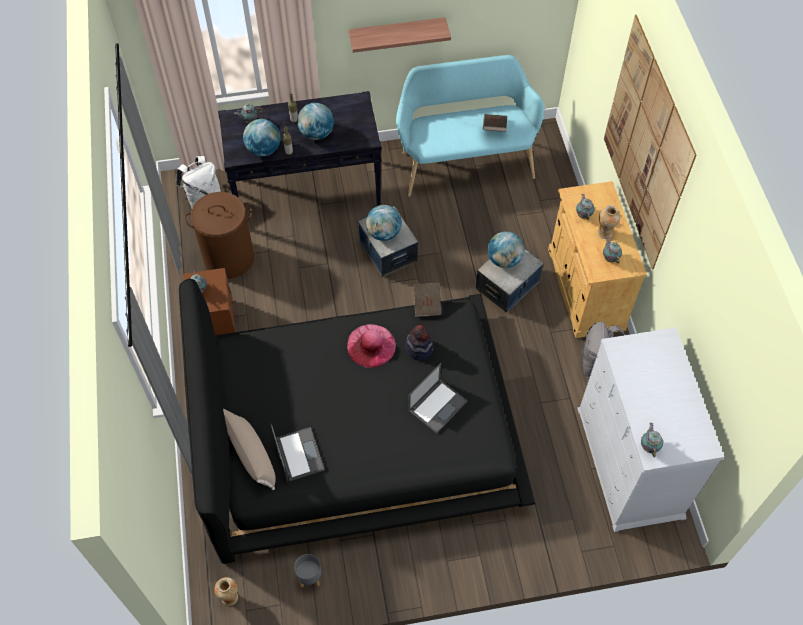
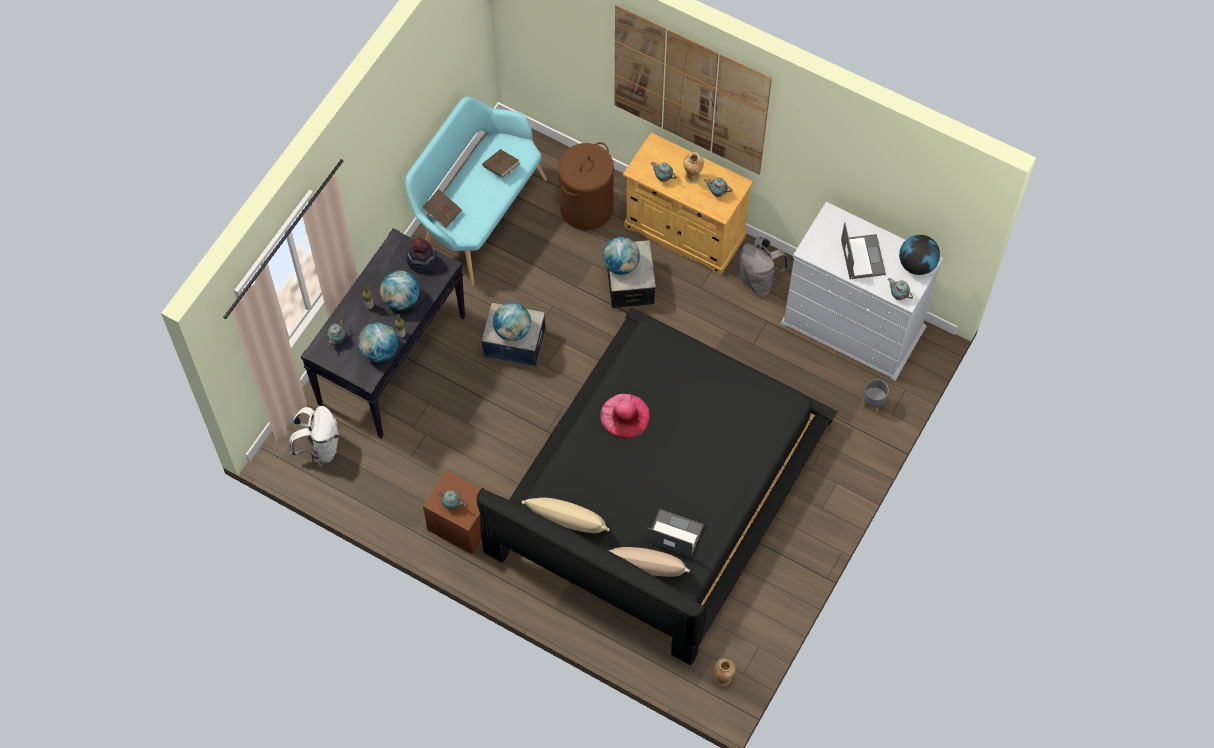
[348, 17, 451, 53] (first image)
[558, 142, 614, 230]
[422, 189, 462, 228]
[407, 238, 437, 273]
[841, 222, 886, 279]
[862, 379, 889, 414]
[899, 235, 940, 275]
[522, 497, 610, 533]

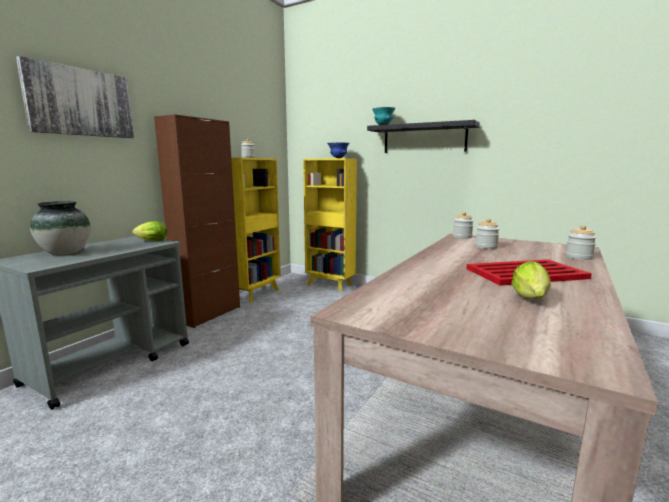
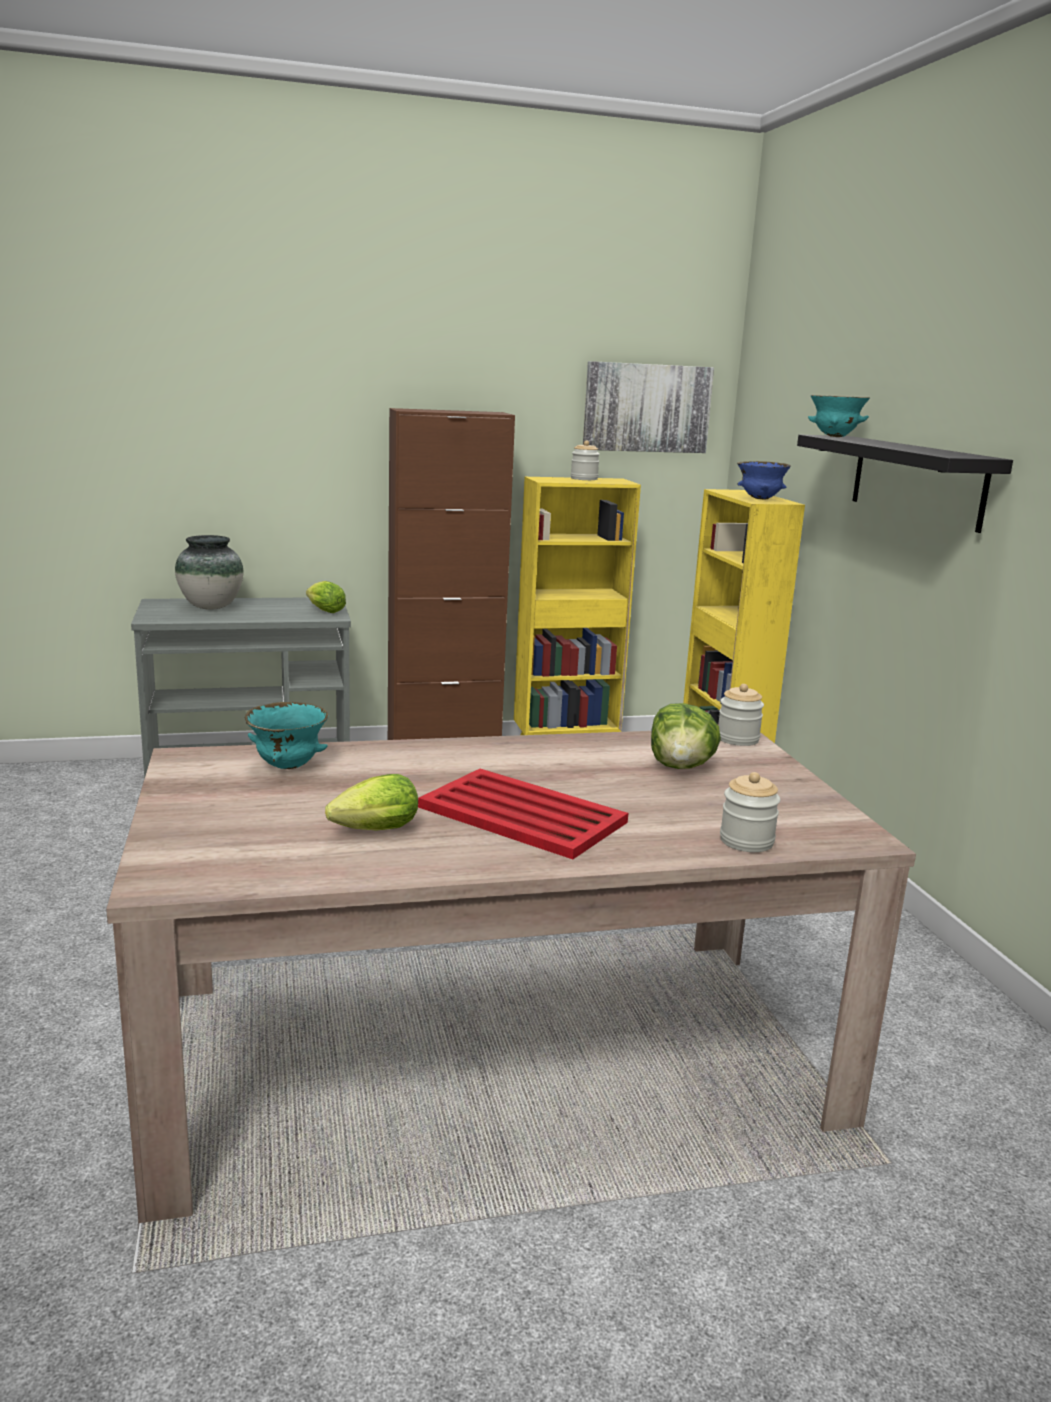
[583, 361, 714, 453]
[651, 703, 721, 769]
[245, 702, 328, 769]

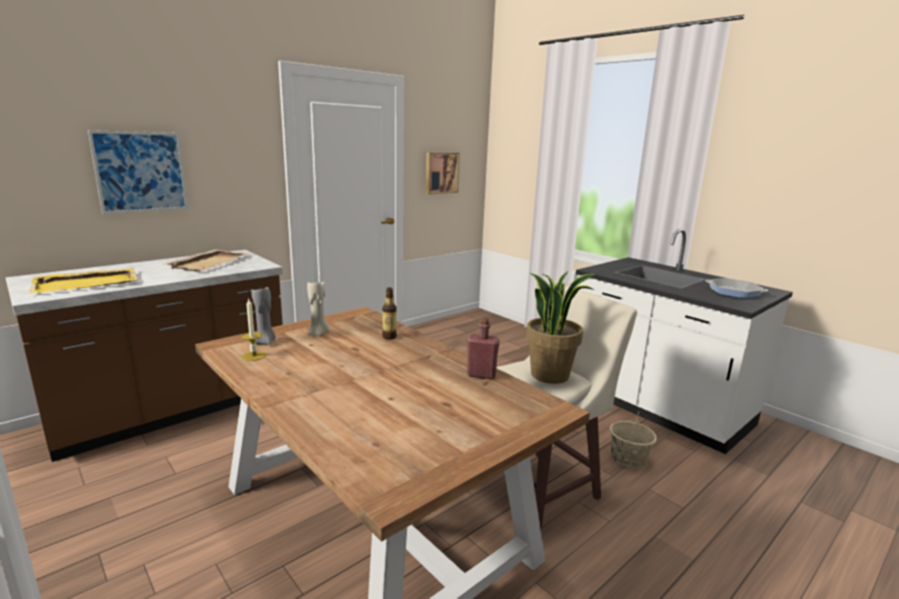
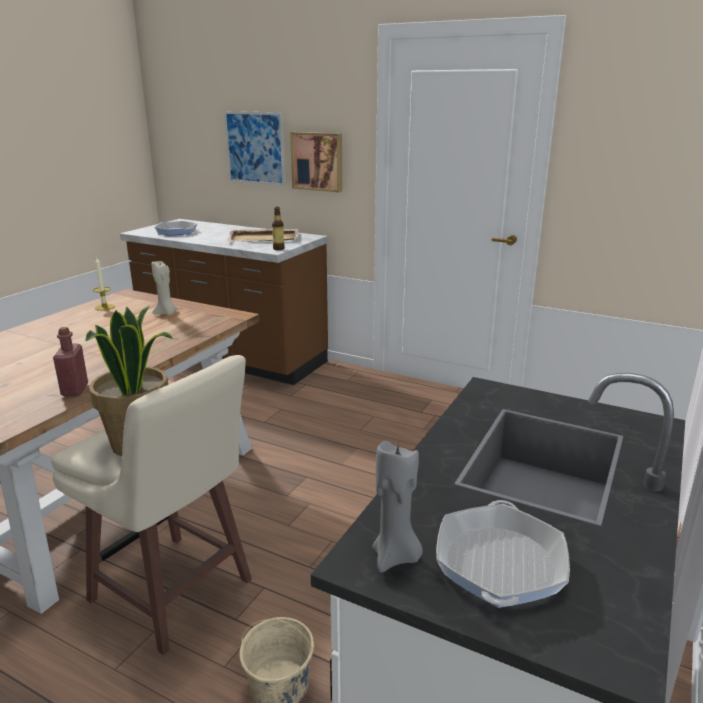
[290, 132, 342, 192]
[154, 221, 197, 236]
[373, 441, 423, 573]
[272, 207, 285, 250]

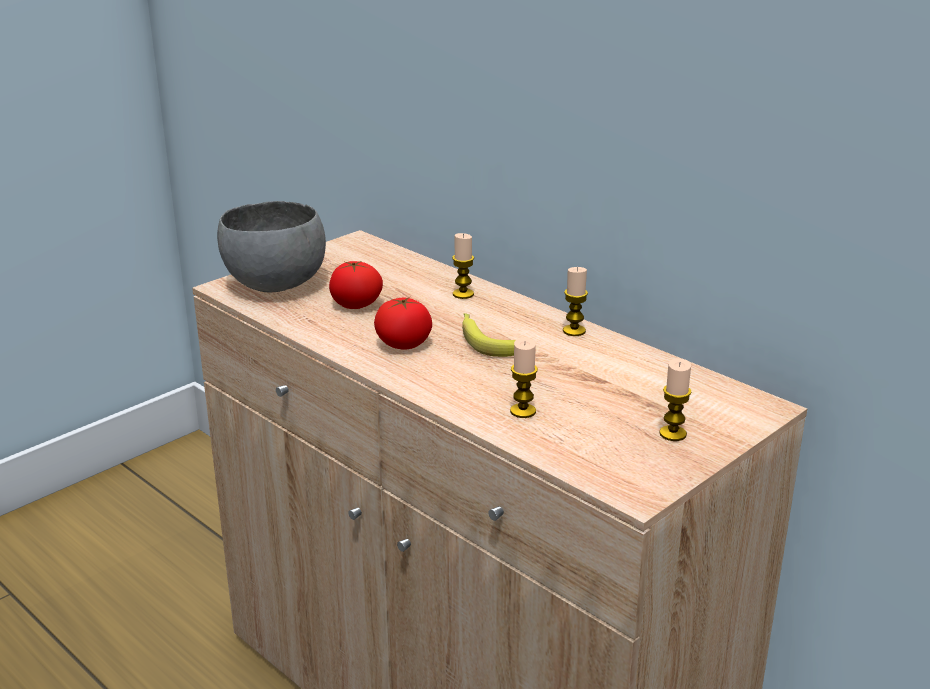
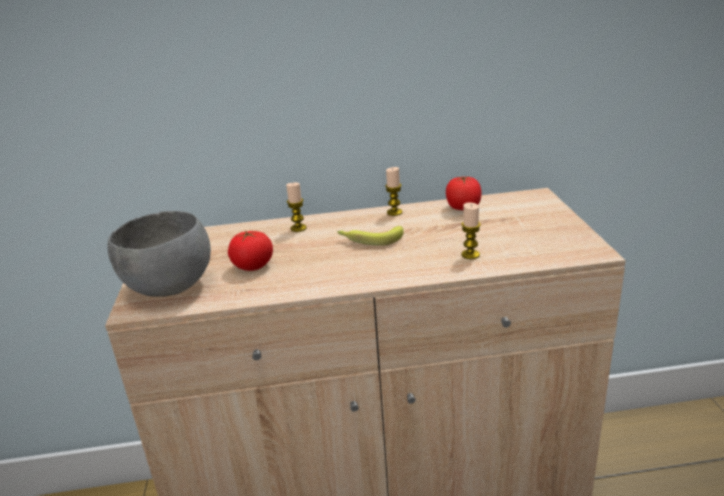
[446, 176, 481, 210]
[659, 358, 691, 441] (first image)

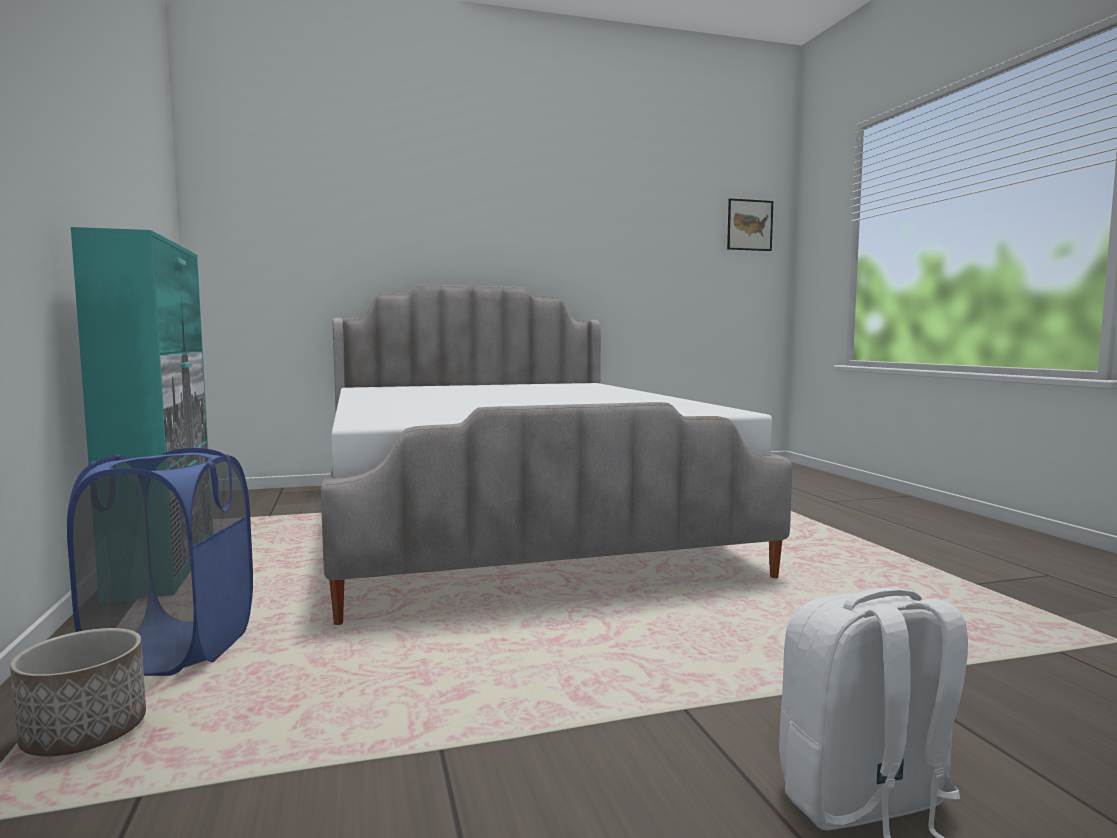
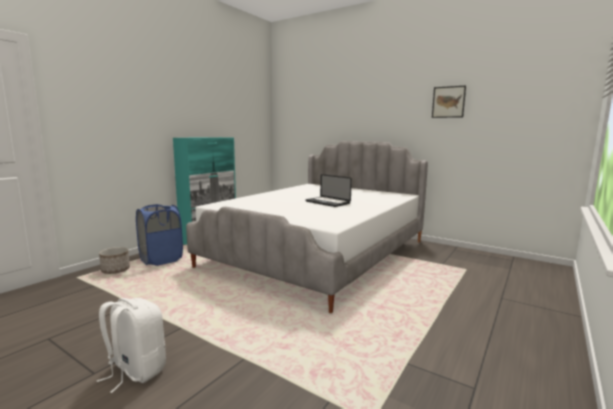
[432, 85, 466, 118]
[306, 174, 352, 207]

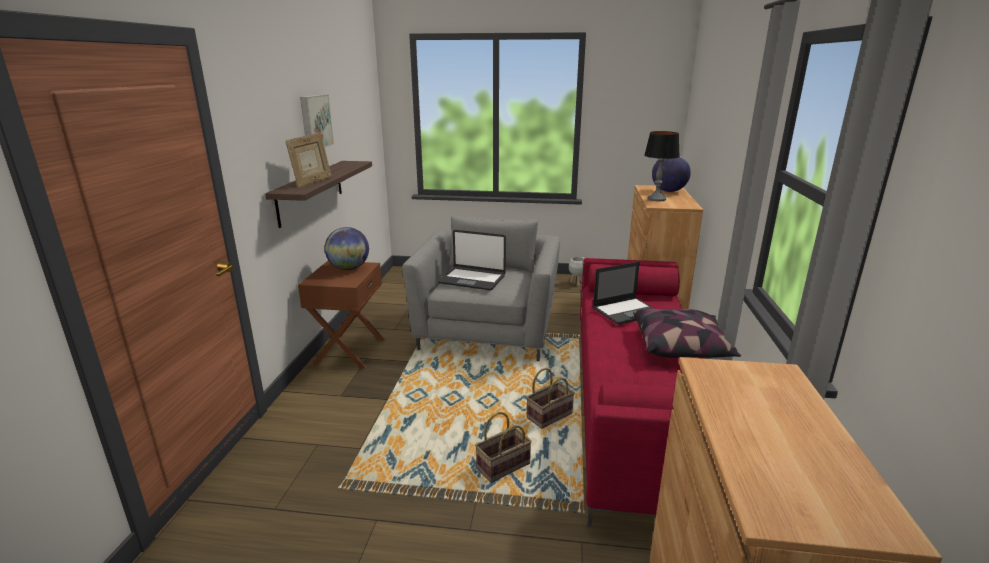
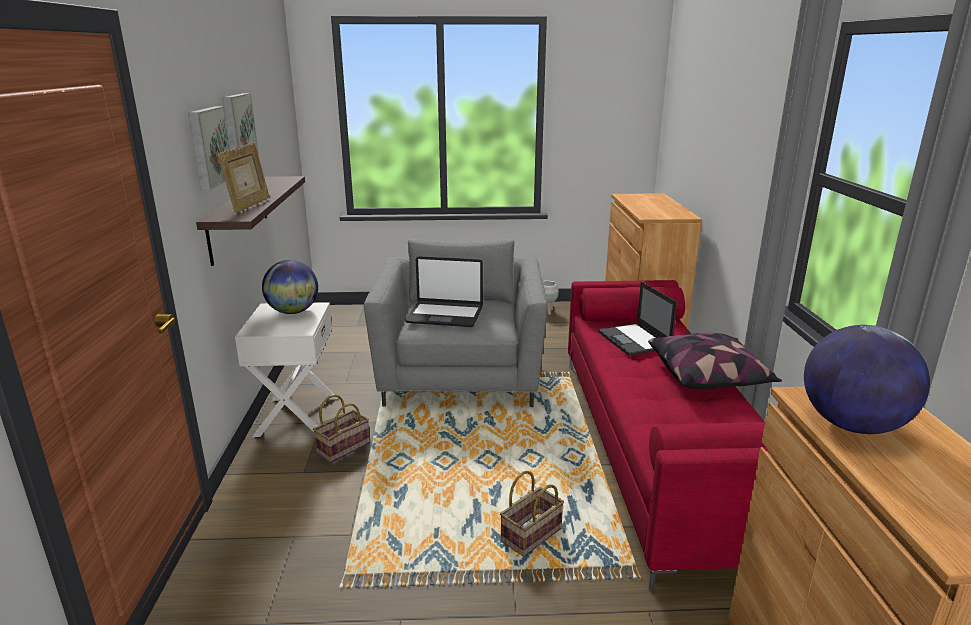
[644, 131, 680, 201] (first image)
[804, 325, 930, 434]
[235, 302, 338, 437]
[598, 281, 677, 356]
[313, 394, 370, 463]
[188, 106, 230, 190]

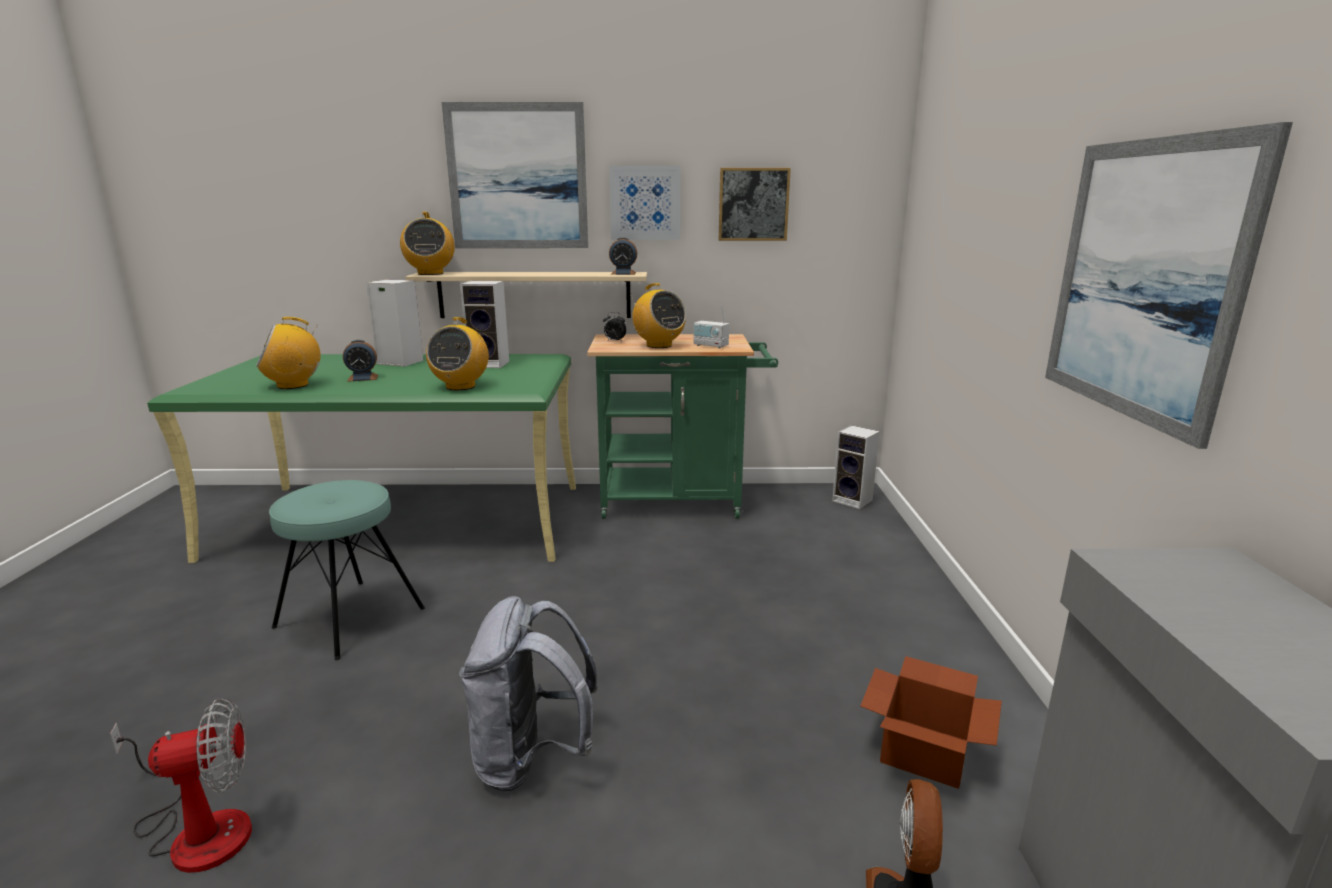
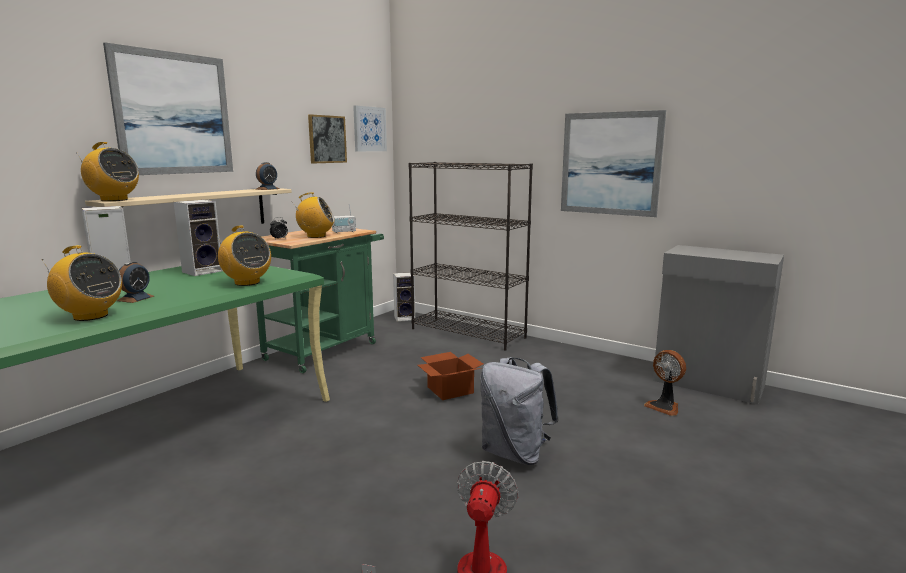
[353, 106, 387, 151]
[42, 245, 122, 321]
[269, 480, 425, 660] (first image)
[418, 352, 483, 400]
[409, 162, 533, 350]

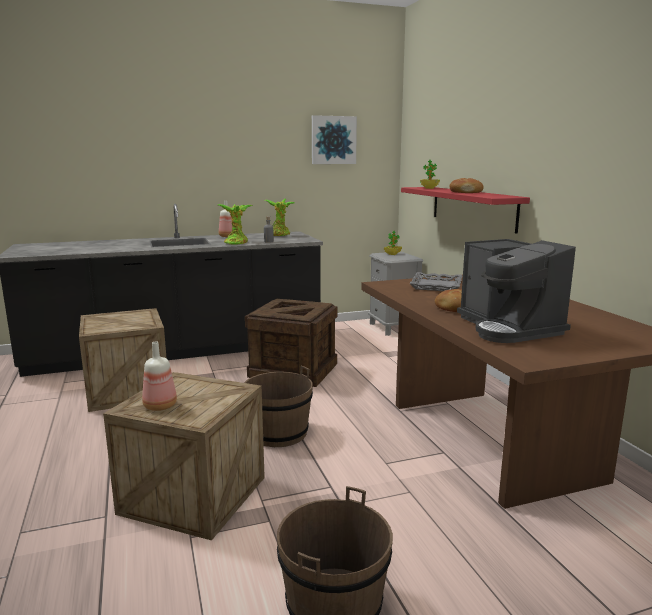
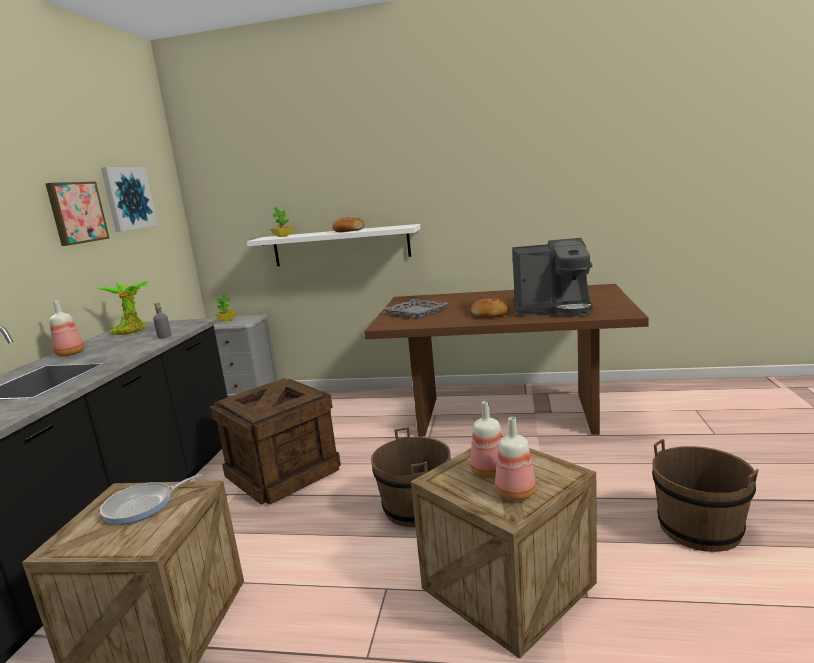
[247, 224, 421, 266]
[218, 204, 252, 245] (first image)
[45, 181, 109, 246]
[470, 401, 502, 478]
[100, 474, 202, 524]

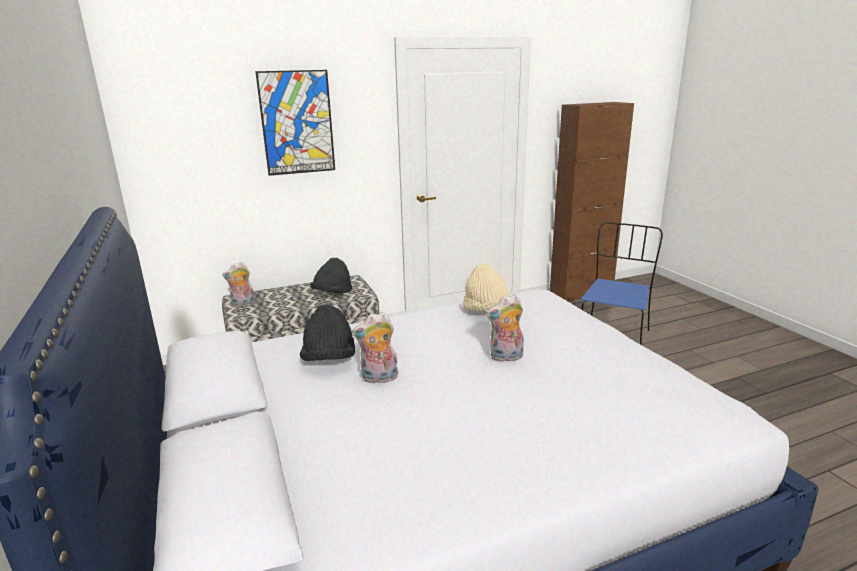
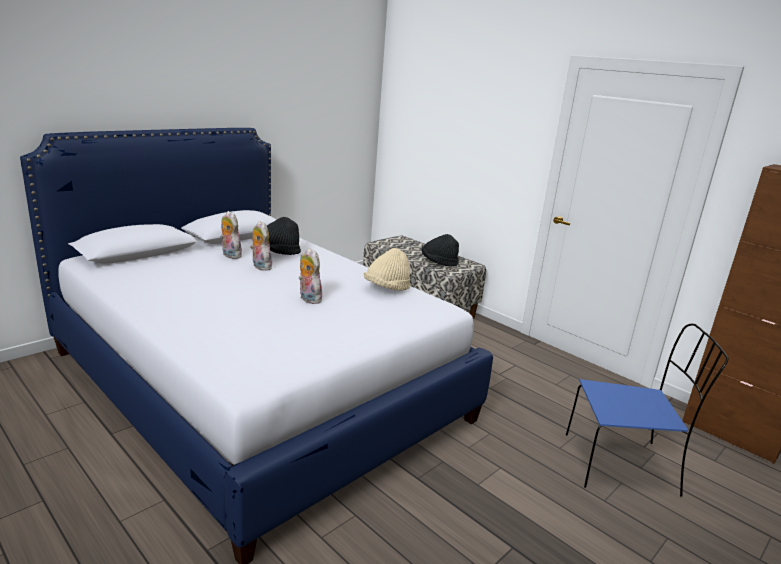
[255, 70, 335, 176] (first image)
[220, 211, 242, 259]

